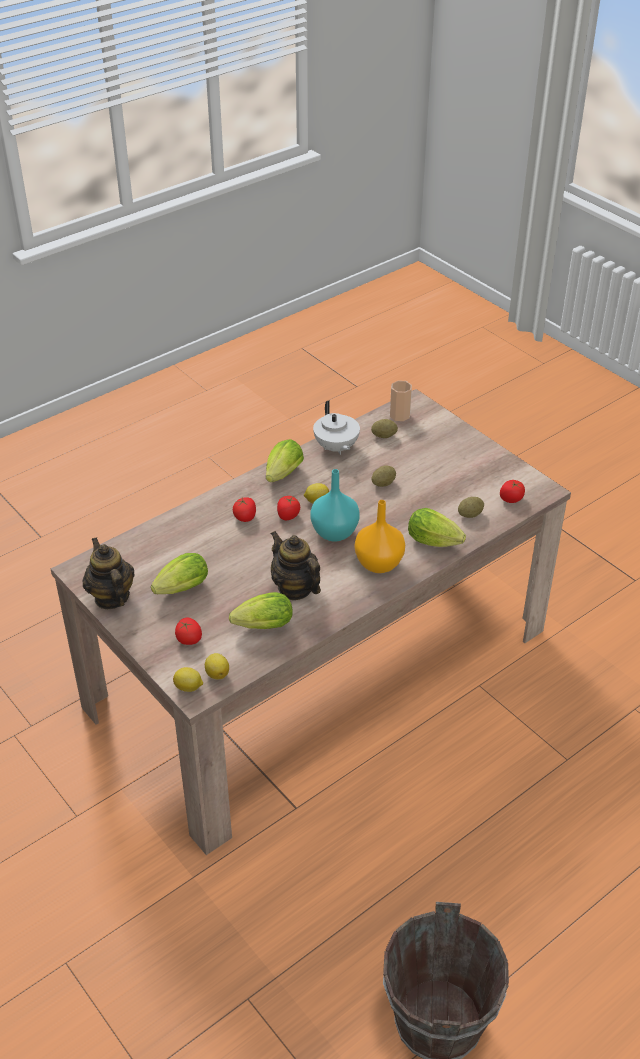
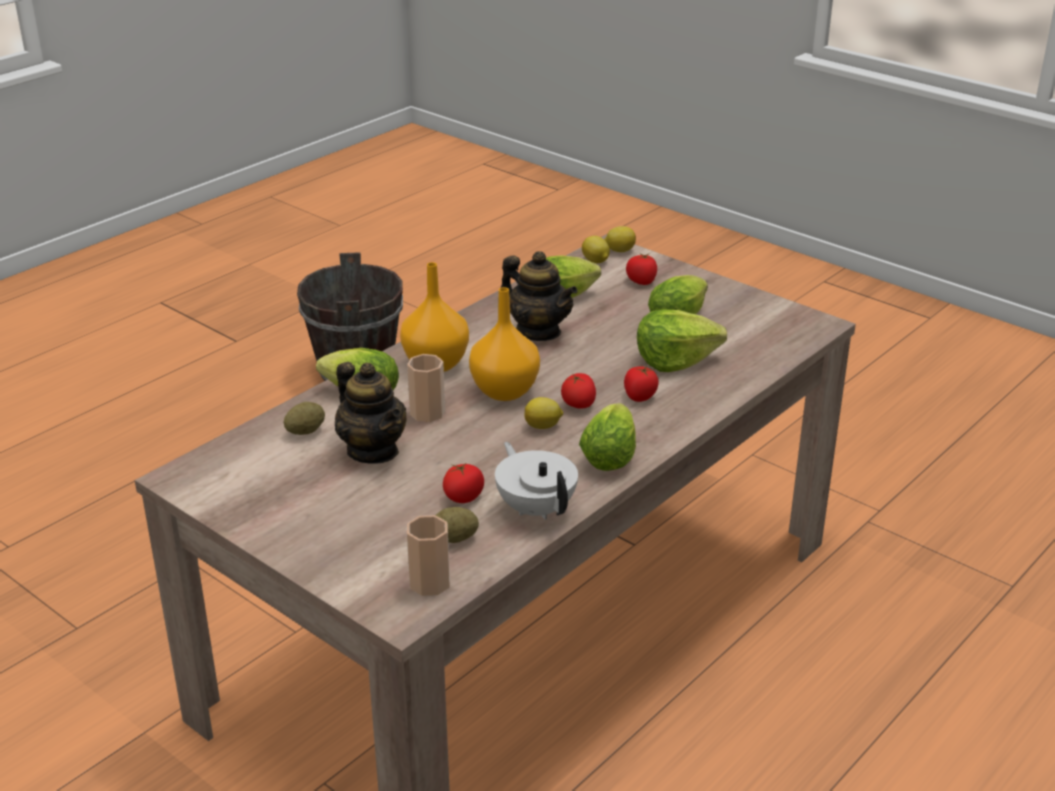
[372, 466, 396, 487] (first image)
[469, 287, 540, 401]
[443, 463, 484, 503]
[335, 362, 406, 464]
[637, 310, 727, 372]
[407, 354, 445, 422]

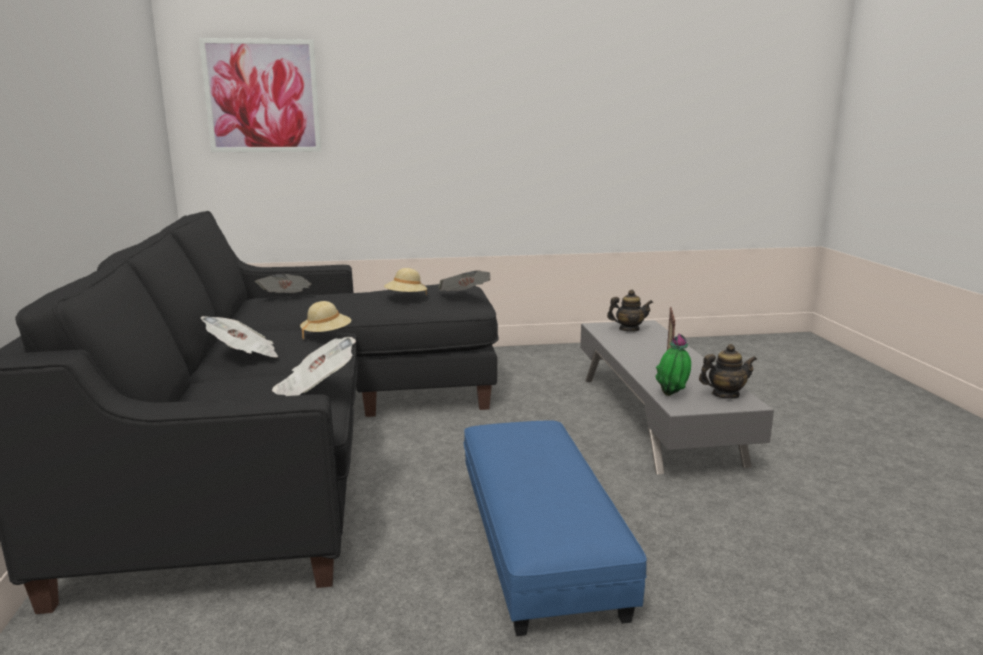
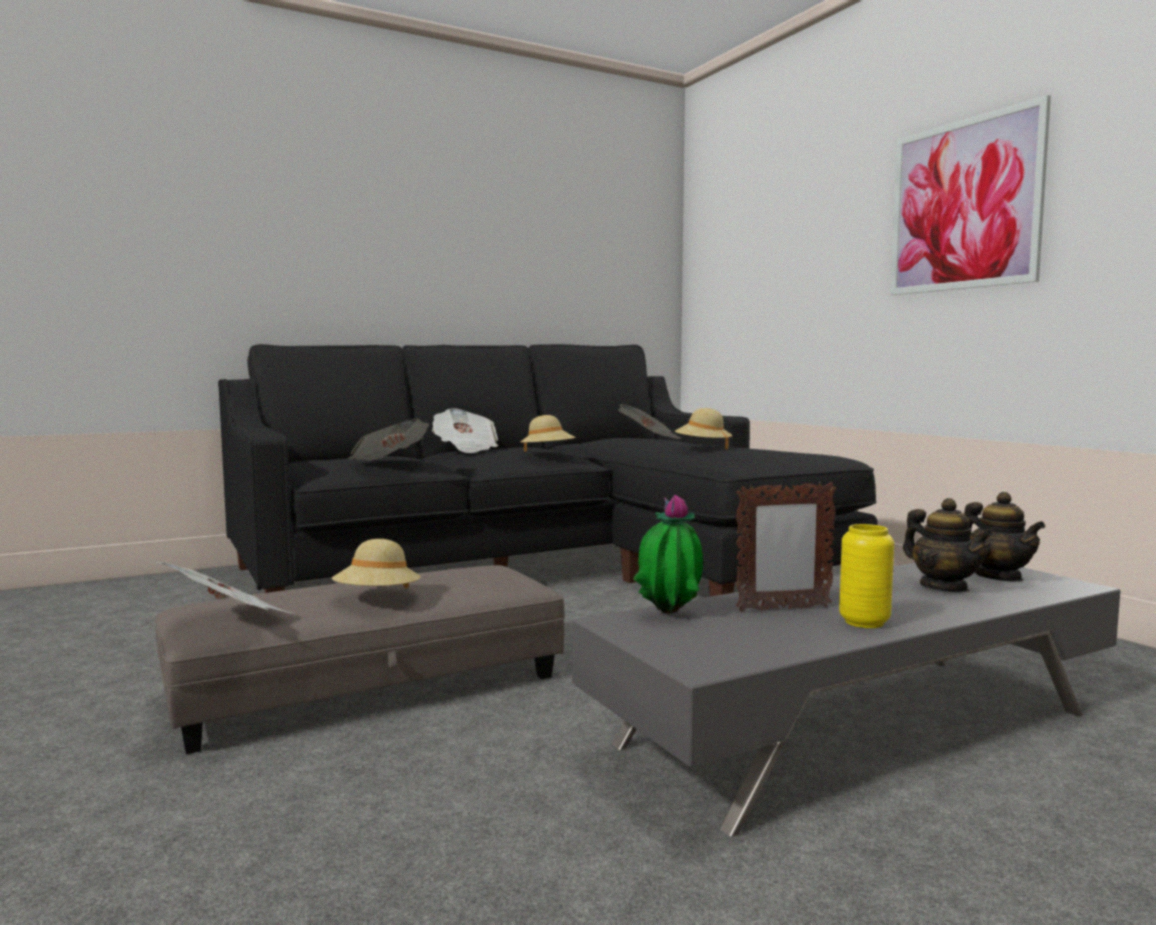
[890, 95, 1051, 295]
[156, 562, 294, 614]
[903, 498, 994, 593]
[155, 565, 565, 754]
[839, 524, 894, 628]
[332, 539, 421, 588]

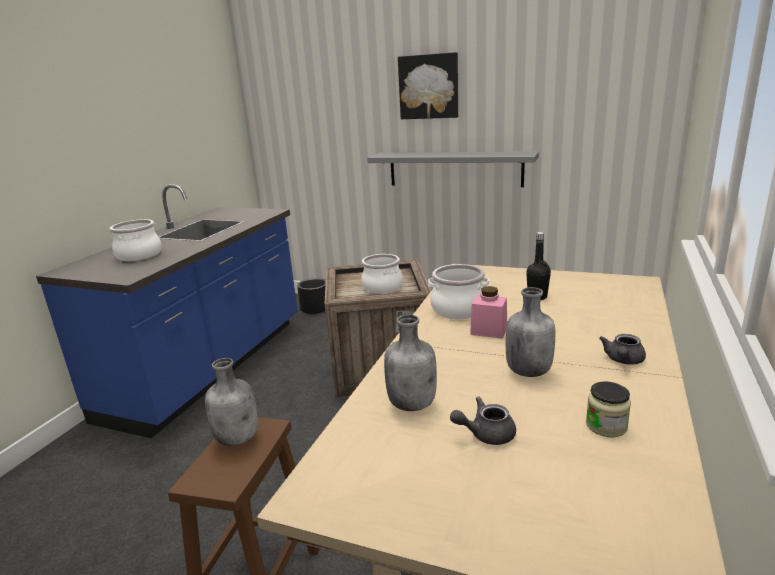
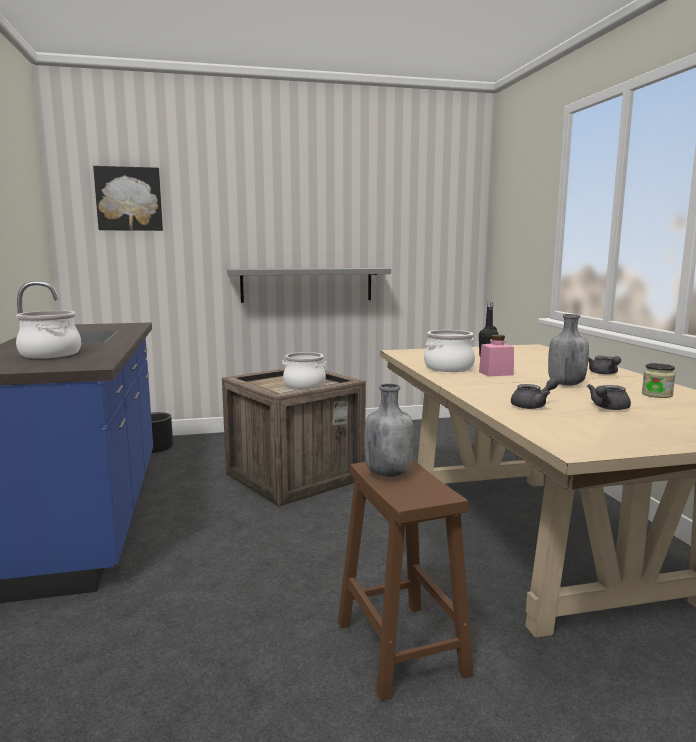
[93, 166, 163, 231]
[511, 378, 559, 409]

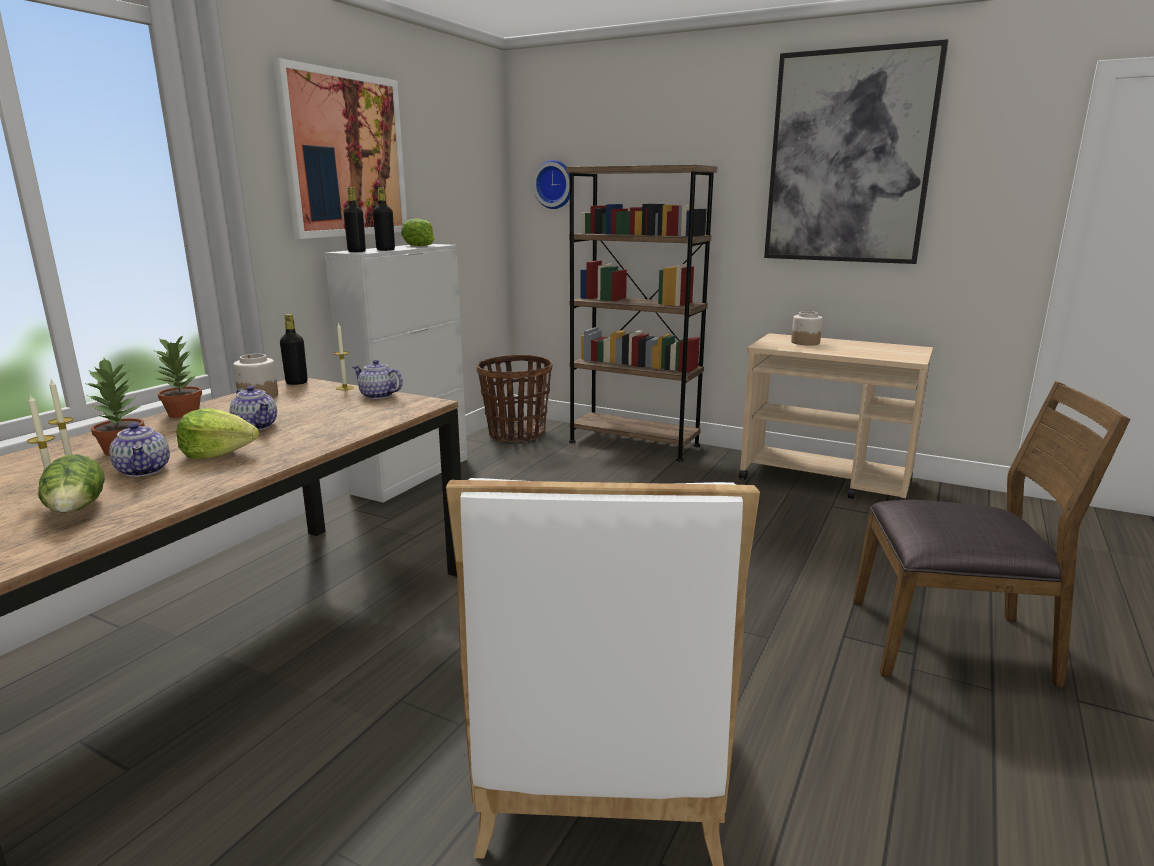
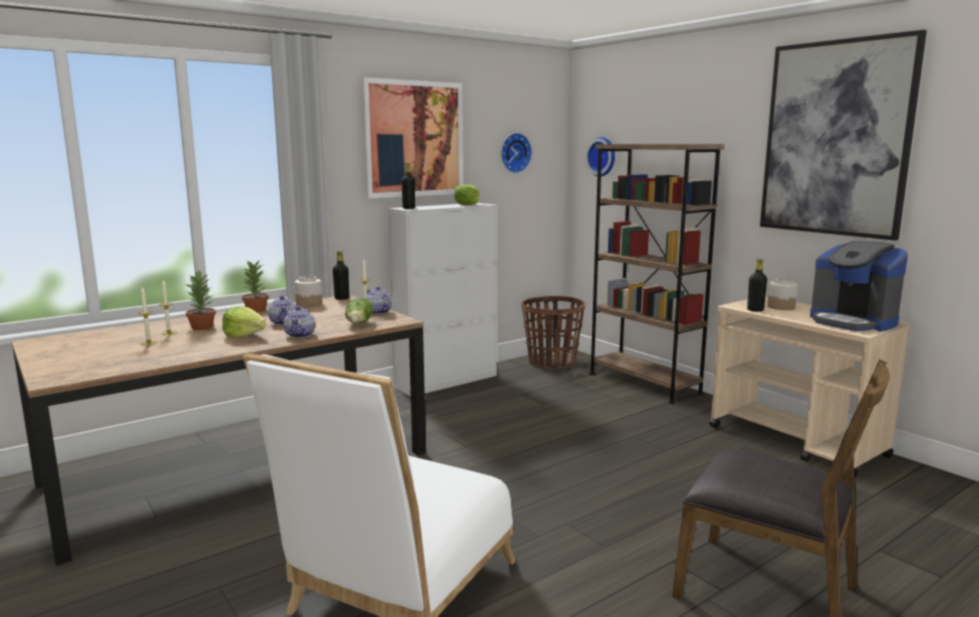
[747, 259, 767, 312]
[283, 306, 315, 338]
[345, 297, 373, 324]
[501, 133, 532, 173]
[810, 241, 908, 332]

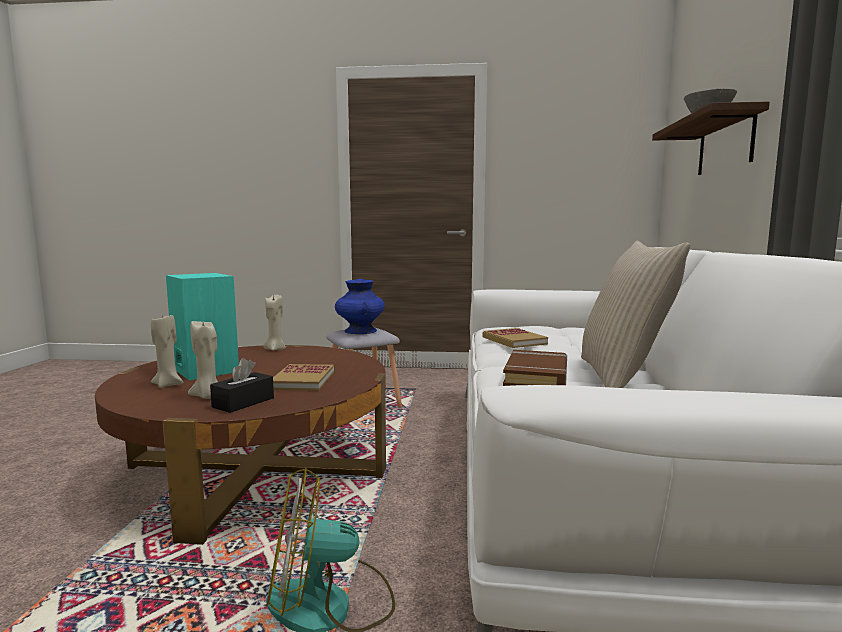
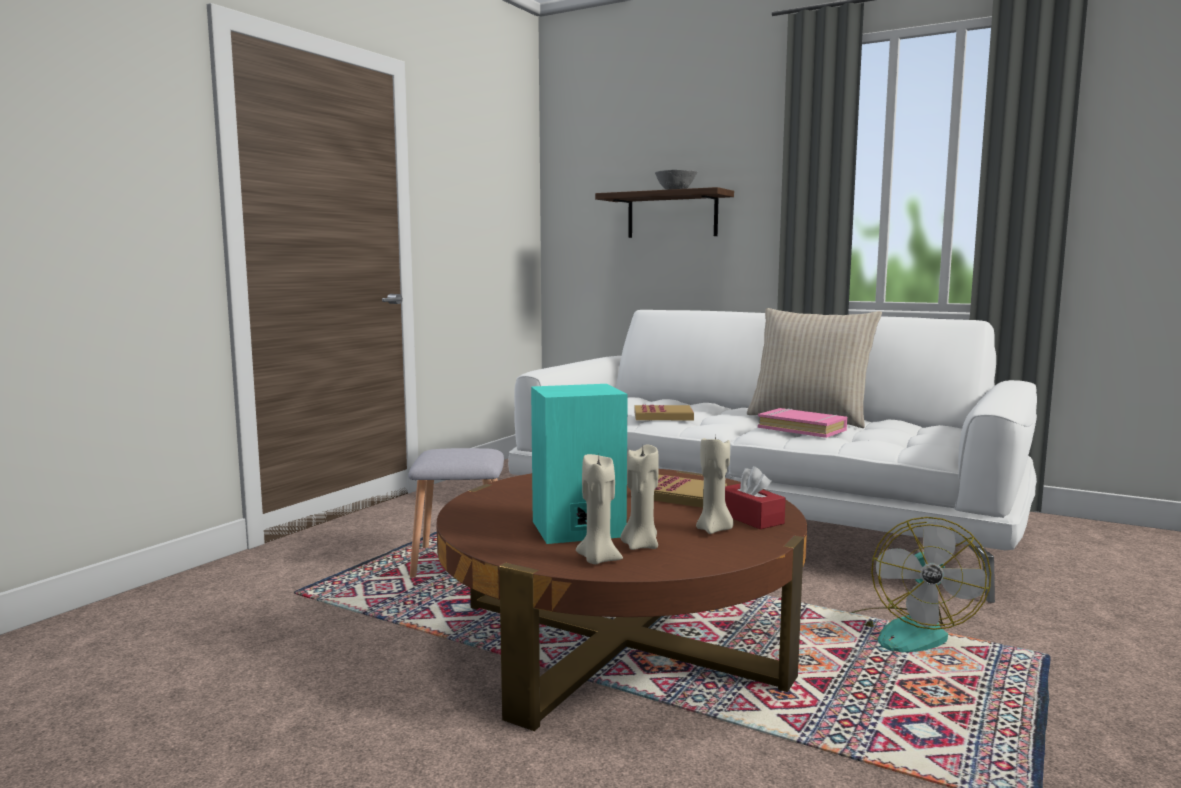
[335, 279, 385, 334] (first image)
[576, 454, 623, 564]
[758, 408, 847, 438]
[725, 466, 786, 529]

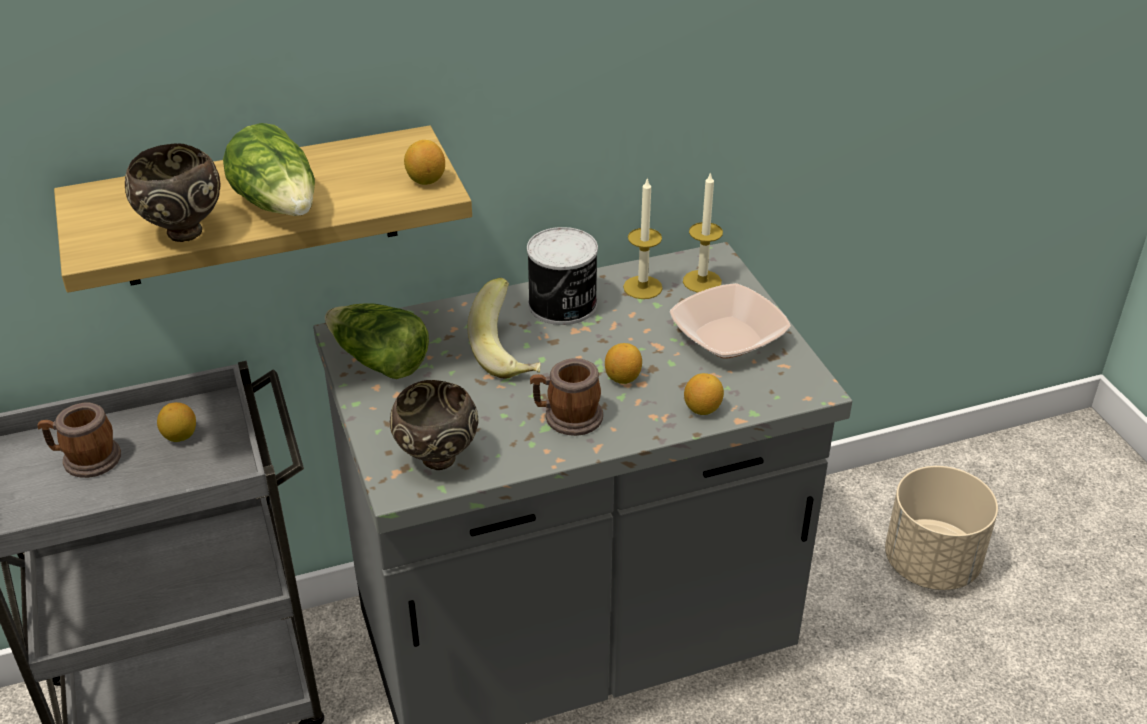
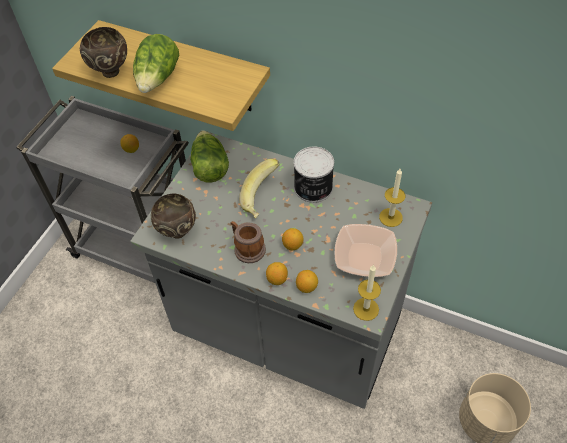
[266, 262, 288, 285]
[353, 265, 381, 321]
[37, 402, 121, 478] (first image)

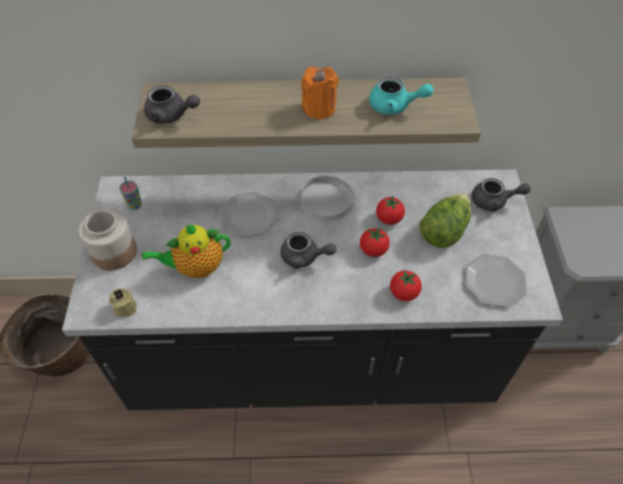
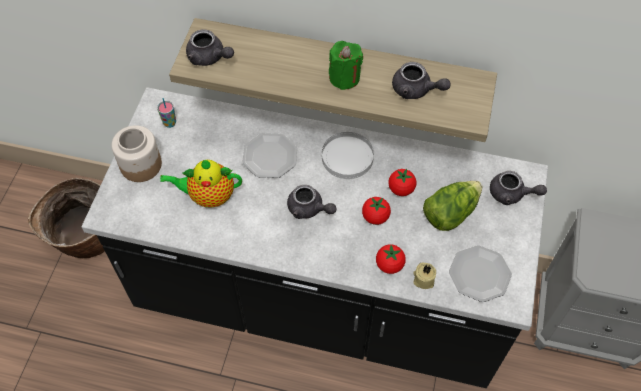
[329, 41, 363, 90]
[392, 62, 451, 99]
[413, 262, 436, 289]

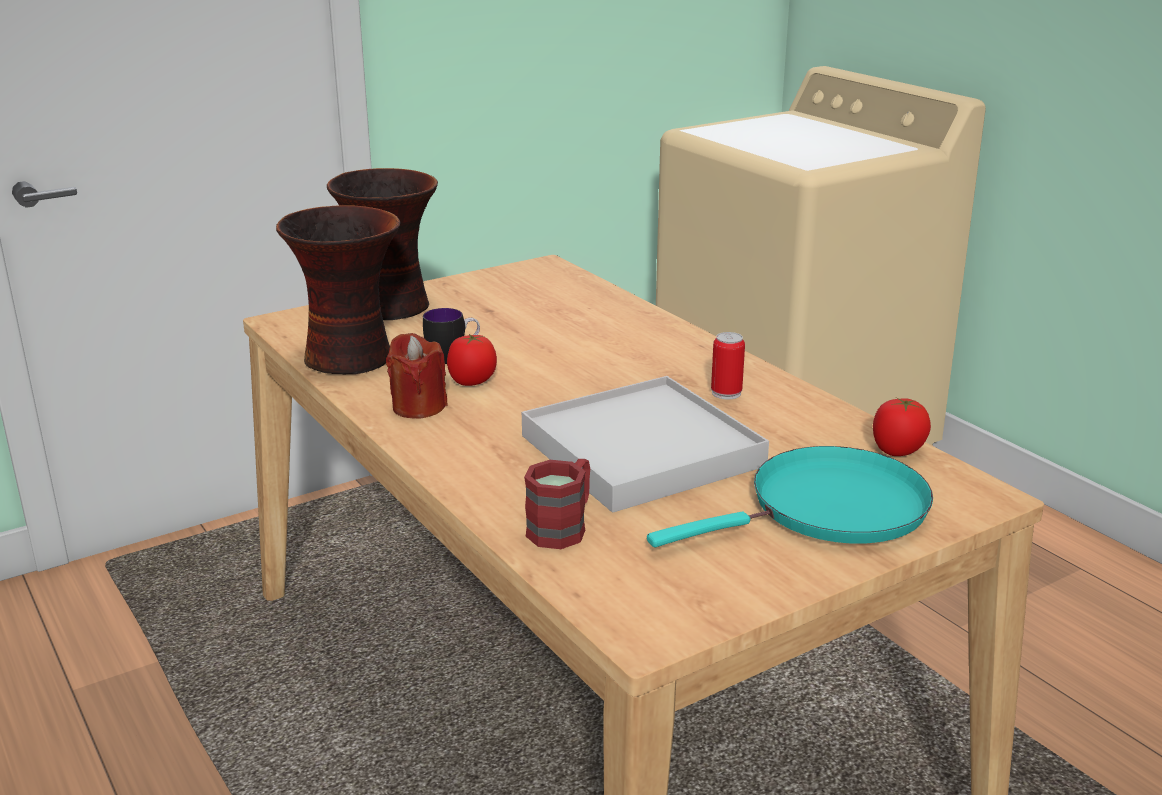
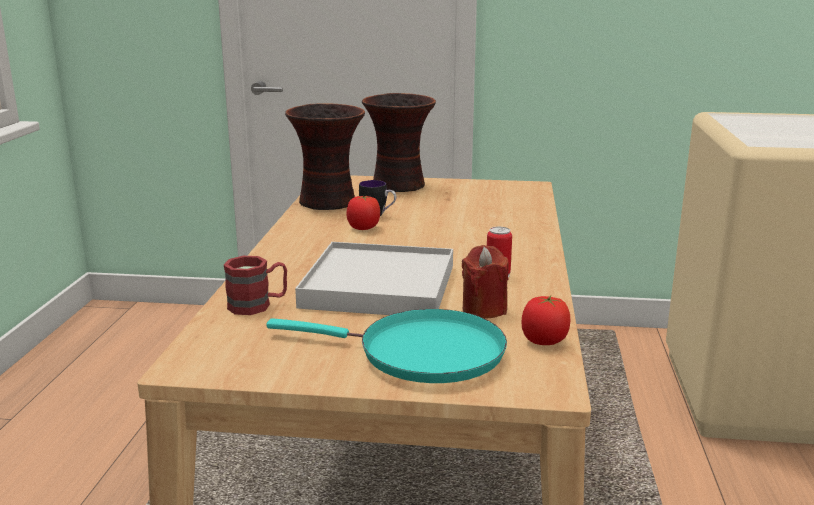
[462, 245, 509, 318]

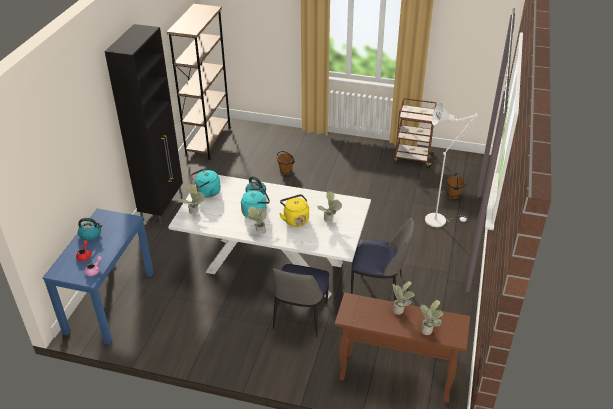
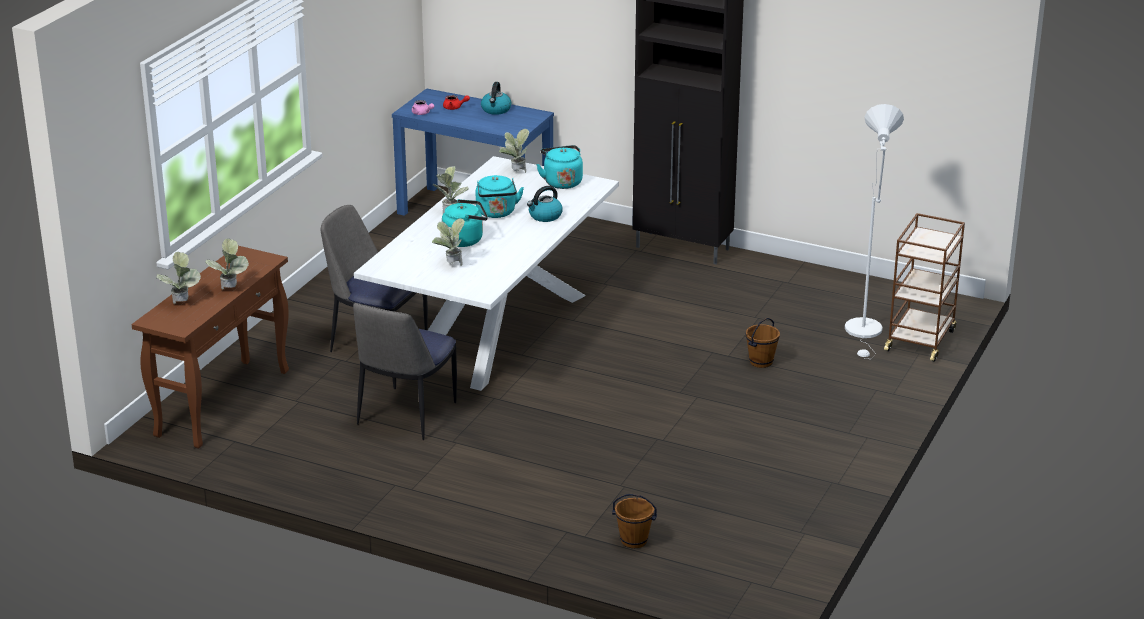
[167, 4, 231, 160] (first image)
[884, 213, 965, 362]
[845, 104, 904, 359]
[442, 199, 488, 247]

